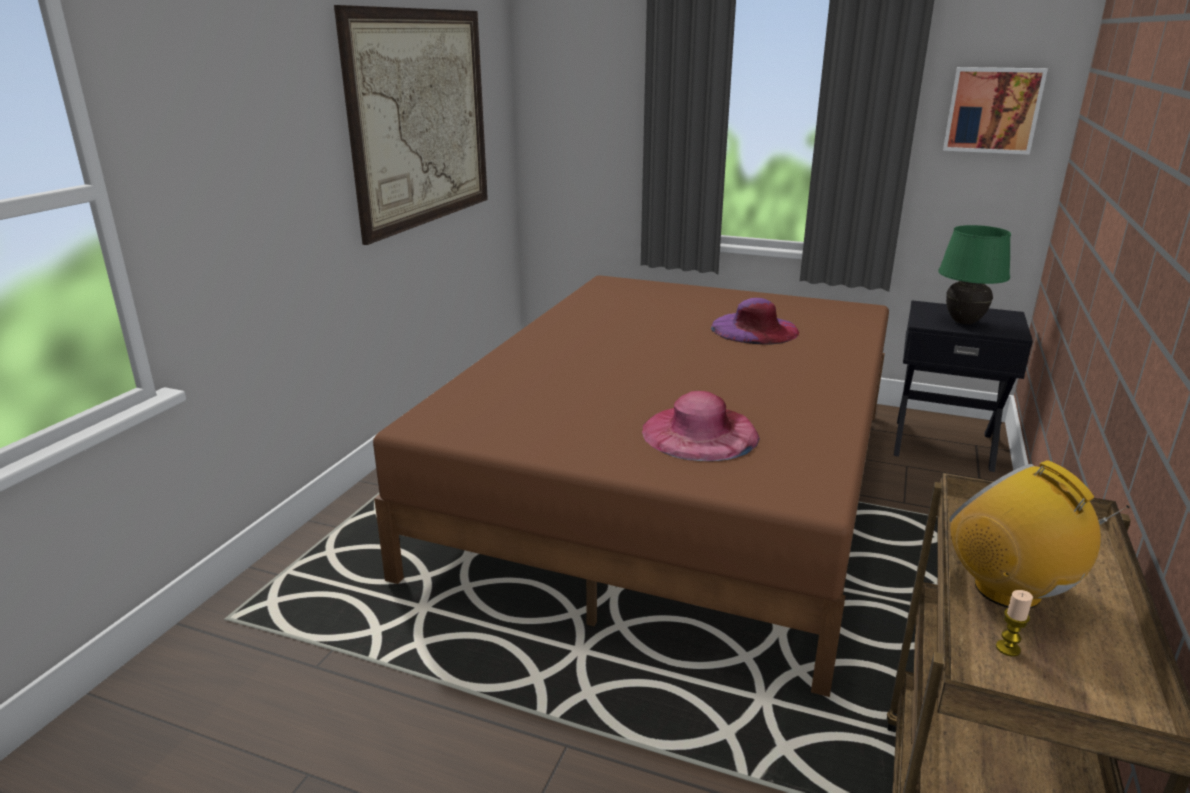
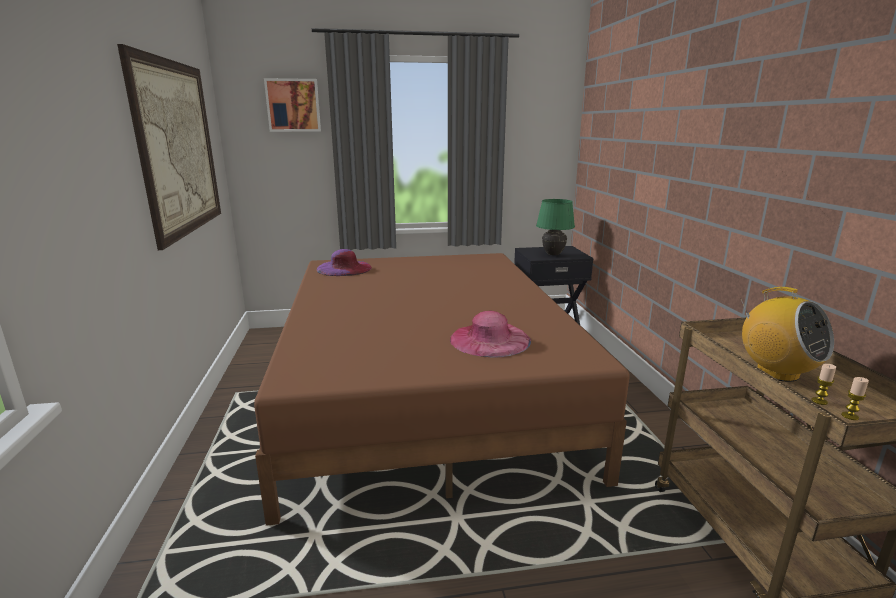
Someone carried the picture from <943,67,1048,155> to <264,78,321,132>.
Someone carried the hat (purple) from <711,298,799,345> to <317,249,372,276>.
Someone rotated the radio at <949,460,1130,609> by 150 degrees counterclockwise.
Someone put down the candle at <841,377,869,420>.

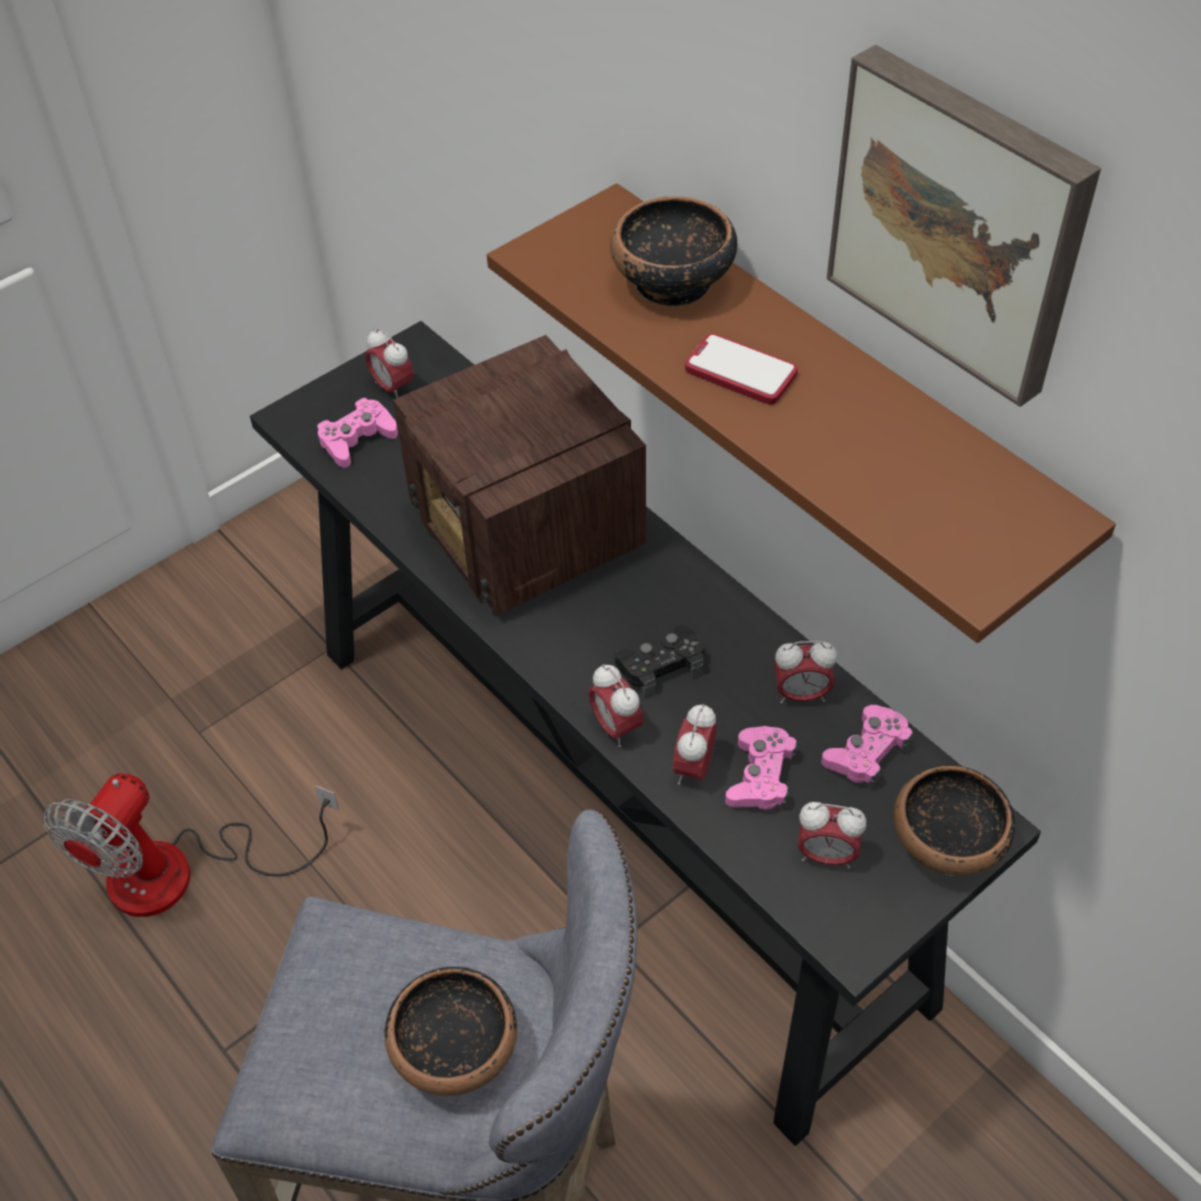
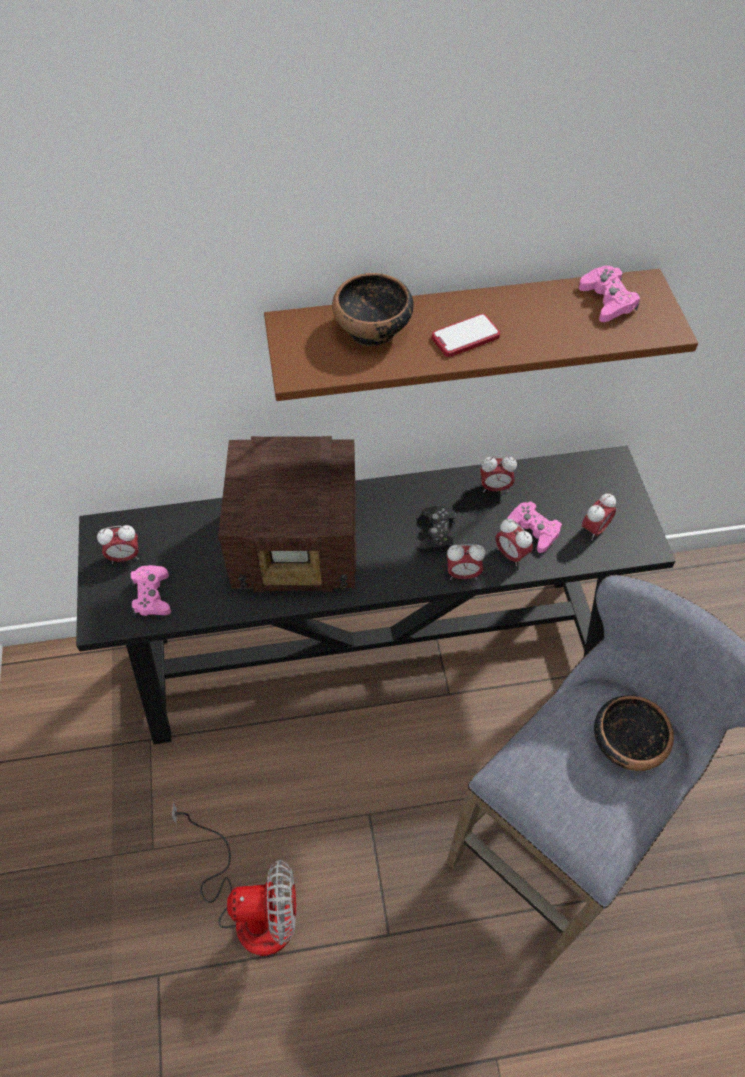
Someone took away the picture at <827,45,1101,407>.
Someone rotated the alarm clock at <774,641,837,704> by 60 degrees clockwise.
Someone carried the game controller (pink) from <821,705,913,790> to <579,266,640,322>.
Someone took away the bowl at <893,765,1015,876>.
Someone rotated the fan at <44,773,339,917> by 60 degrees counterclockwise.

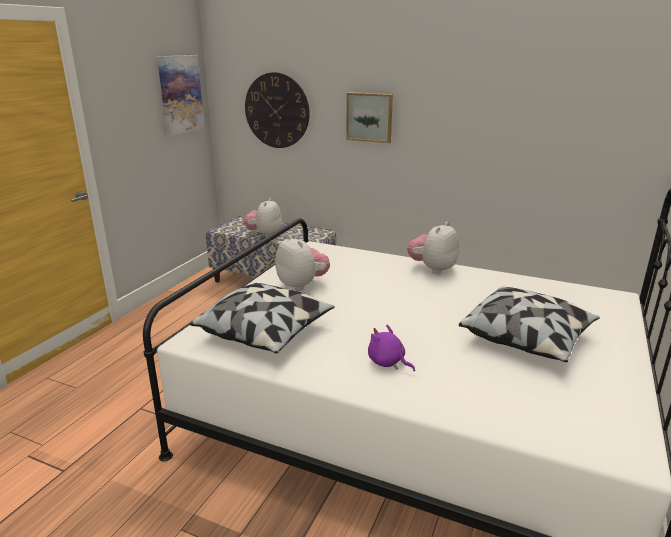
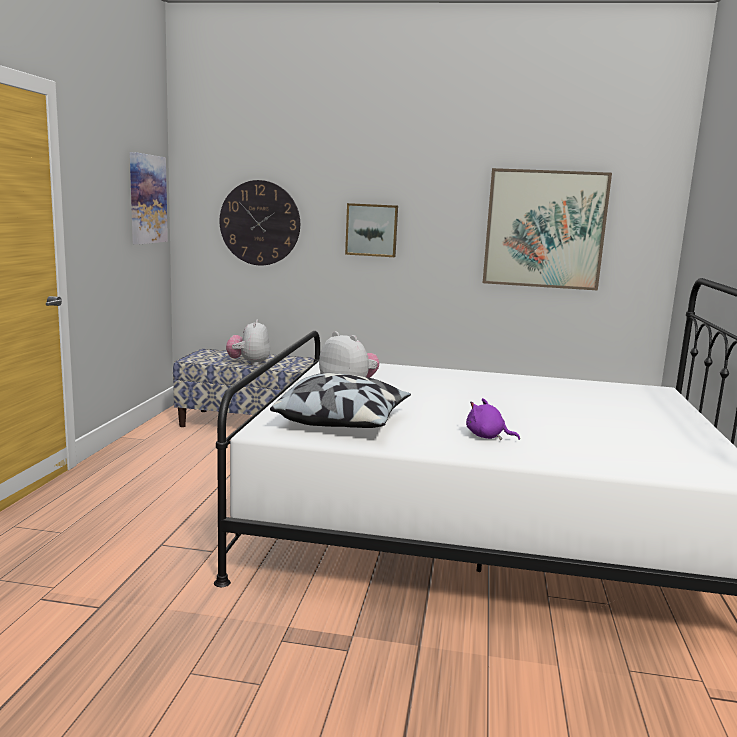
Someone took away the plush toy at <407,222,459,274>.
Someone took away the pillow at <459,287,600,362>.
Someone put up the picture at <483,168,612,290>.

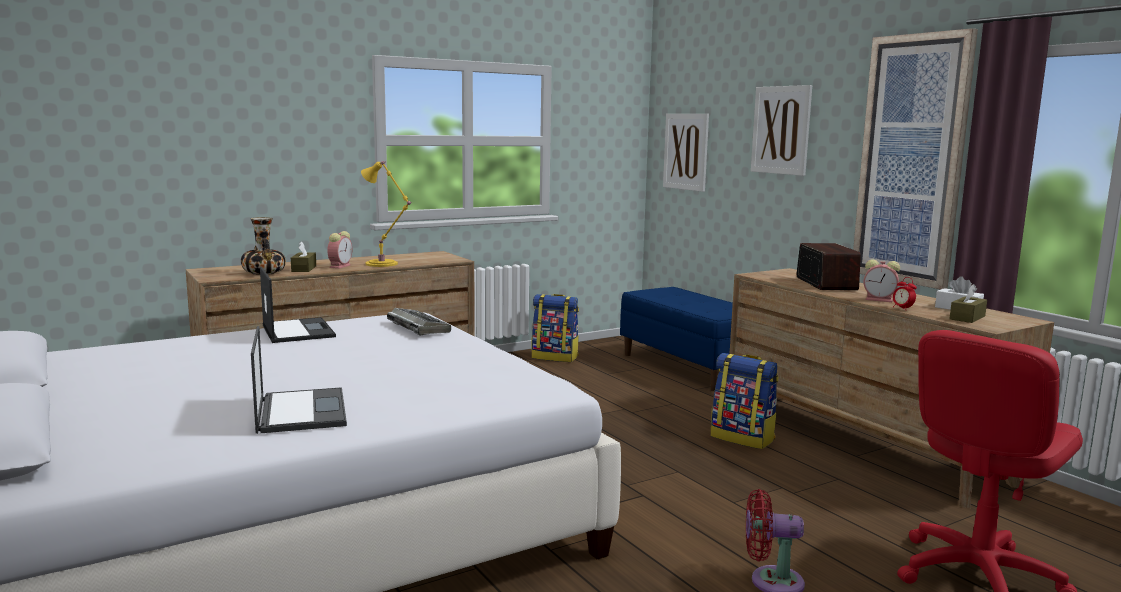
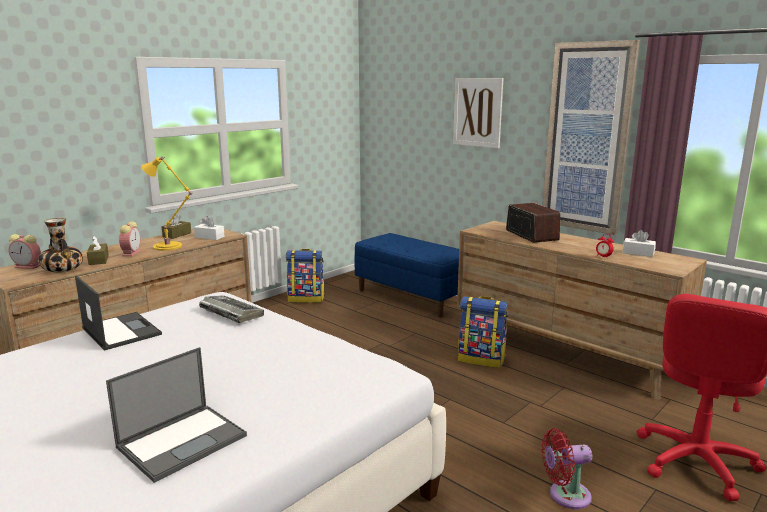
Someone took away the picture at <663,114,709,192>.
Someone carried the alarm clock from <863,259,900,302> to <9,234,41,269>.
Someone carried the tissue box (brown) from <950,284,987,323> to <161,214,191,239>.
Someone rotated the laptop at <251,326,347,434> by 75 degrees clockwise.
Someone put down the tissue box (white) at <194,216,225,240>.

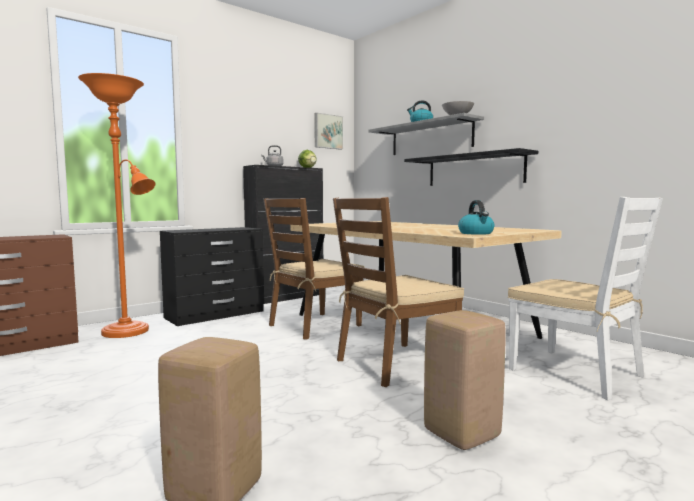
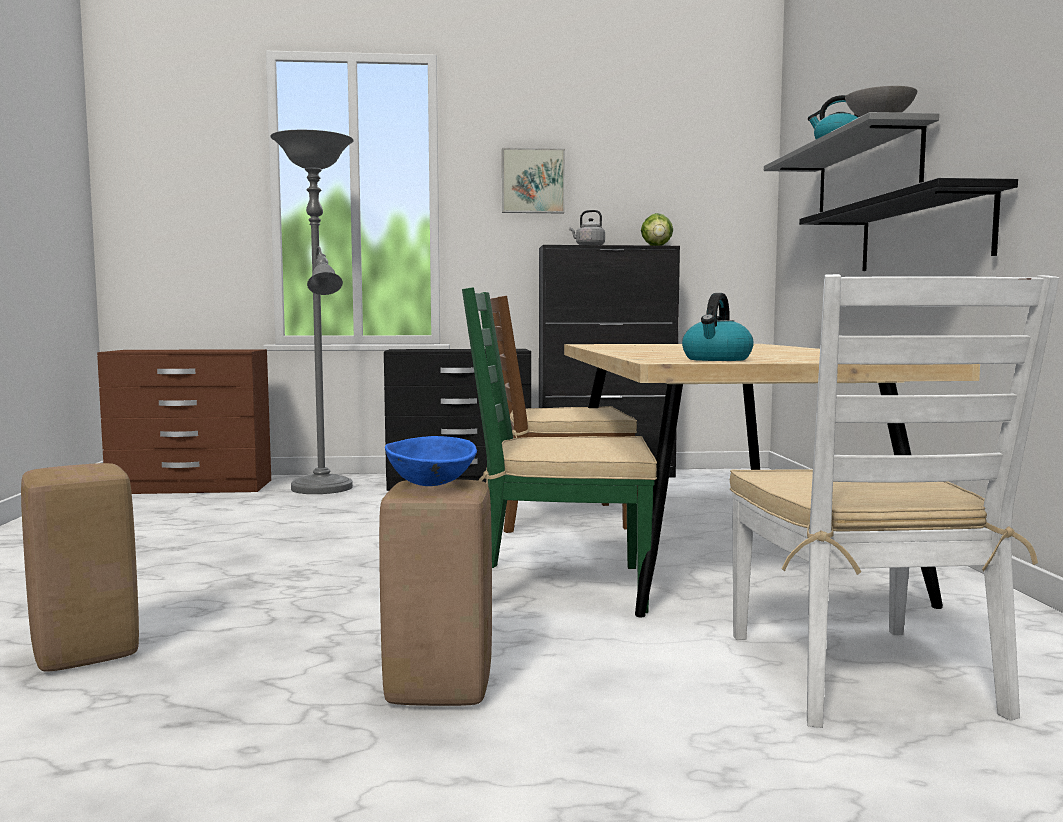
Someone repainted the floor lamp (orange) at <78,73,155,338>, which became the floor lamp (grey) at <270,130,354,494>.
Someone carried the picture from <314,113,343,150> to <502,148,565,213>.
Someone repainted the chair (brown) at <333,197,464,387>, which became the chair (green) at <462,287,657,613>.
Someone put down the bowl (blue) at <385,436,477,486>.

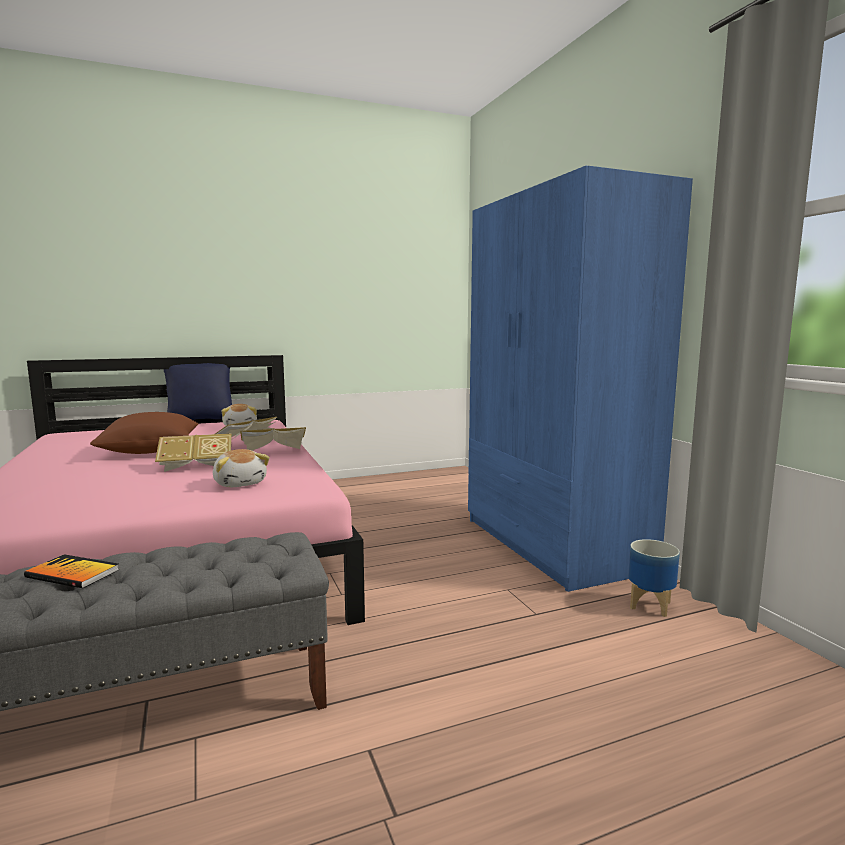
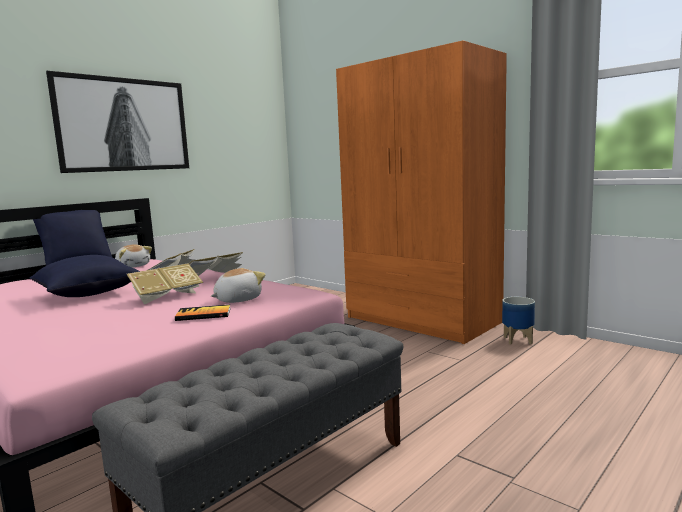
Someone repainted the wardrobe (blue) at <468,166,693,592>, which became the wardrobe (orange) at <336,40,507,344>.
Someone repainted the pillow (brown) at <90,412,198,454>, which became the pillow (blue) at <29,255,140,297>.
Someone rotated the plush toy at <213,449,270,487> by 75 degrees counterclockwise.
Someone carried the book from <24,554,119,588> to <175,305,230,321>.
Someone put up the picture at <46,71,189,173>.

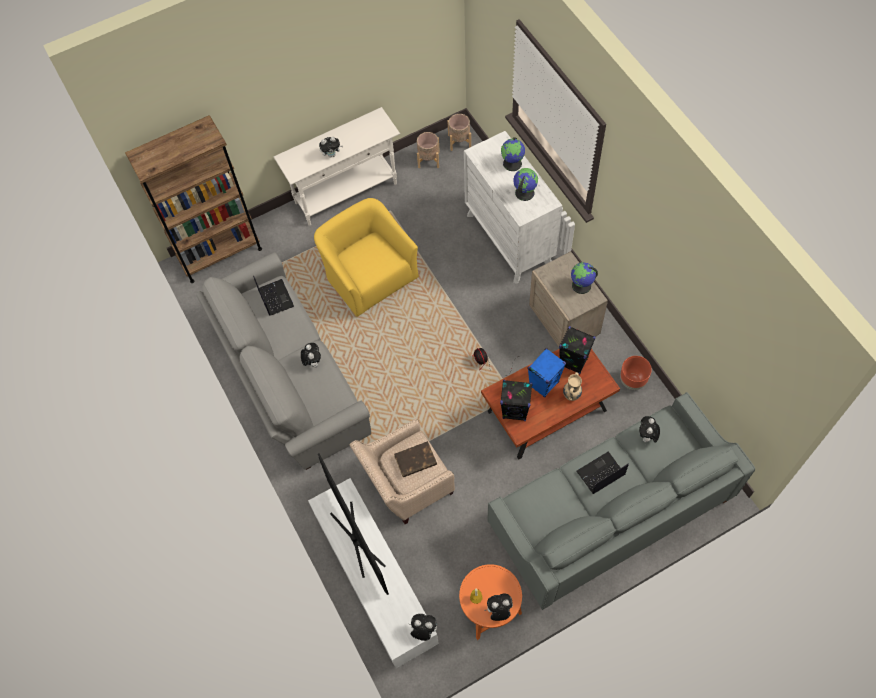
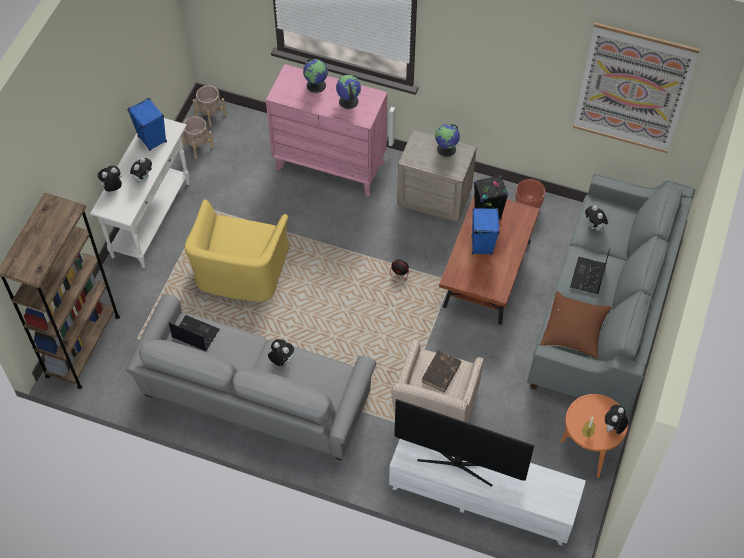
Someone repainted the dresser (white) at <464,131,562,284>, which became the dresser (pink) at <266,64,387,196>.
Someone rotated the armchair (yellow) at <314,198,419,317> by 90 degrees counterclockwise.
Someone took away the vase (beige) at <563,372,582,401>.
Someone took away the speaker (black) at <500,380,533,421>.
Someone carried the plush toy from <409,614,437,641> to <98,166,122,192>.
Someone put up the picture at <573,22,700,153>.
Someone put down the speaker (blue) at <127,98,167,151>.
Someone put down the pillow (brown) at <540,291,612,359>.

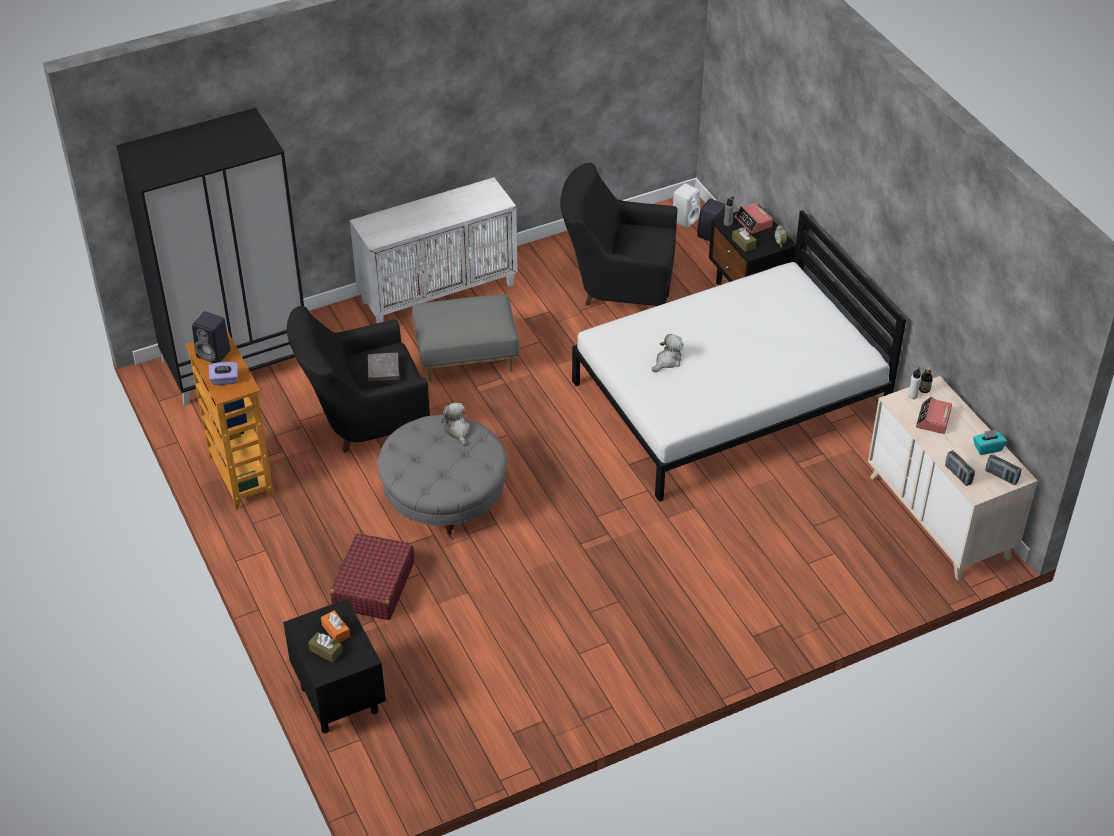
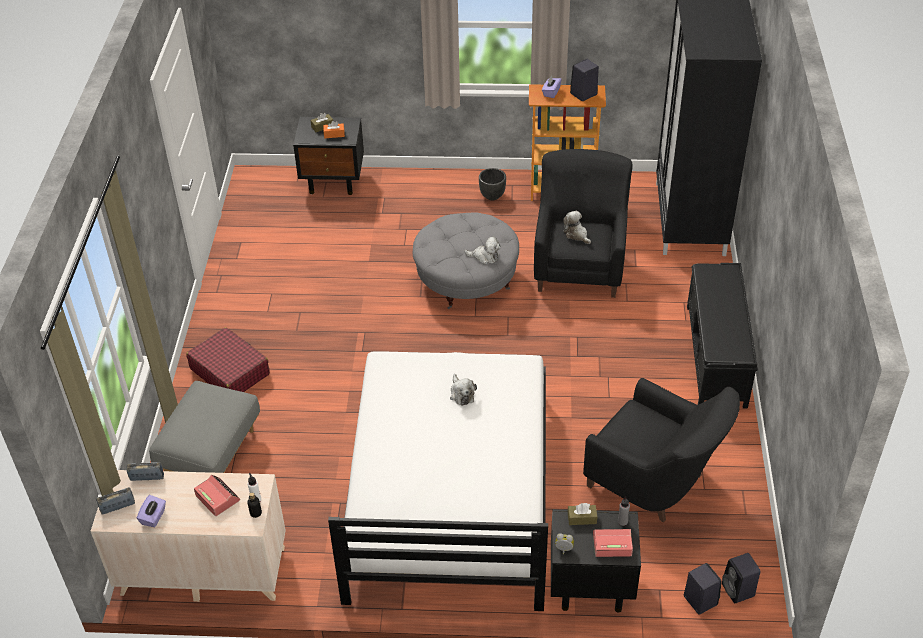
Someone rotated the armchair (black) at <560,163,677,306> by 90 degrees clockwise.
Someone swapped the cabinet (white) at <350,177,518,323> for the bench (black) at <687,263,758,409>.
Someone repainted the speaker (white) at <673,183,700,228>, which became the speaker (black) at <722,553,761,603>.
Someone carried the ottoman (grey) from <412,294,520,381> to <149,381,260,473>.
Someone swapped the book (grey) at <368,353,399,381> for the plush toy at <563,211,591,244>.
Someone repainted the tissue box (turquoise) at <973,430,1007,455>, which became the tissue box (purple) at <137,495,166,528>.
Someone carried the suitcase (red) from <330,533,414,620> to <186,327,270,392>.
Someone put down the planter (black) at <479,168,506,201>.

